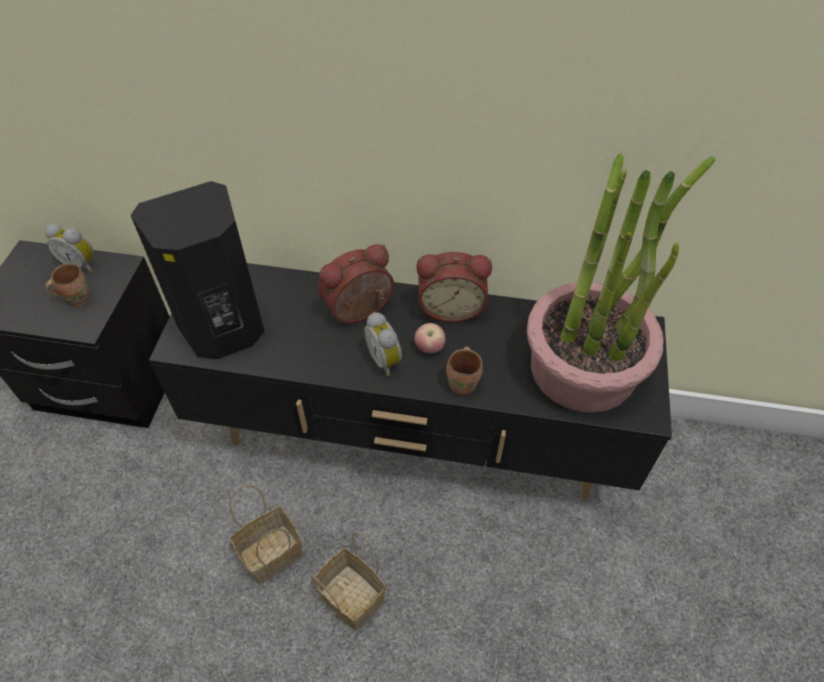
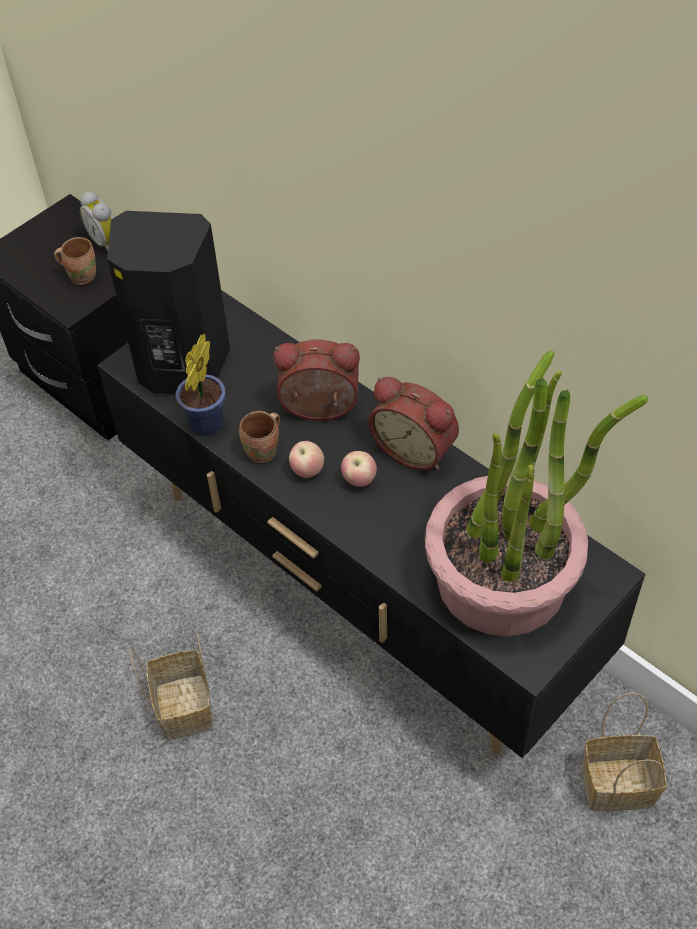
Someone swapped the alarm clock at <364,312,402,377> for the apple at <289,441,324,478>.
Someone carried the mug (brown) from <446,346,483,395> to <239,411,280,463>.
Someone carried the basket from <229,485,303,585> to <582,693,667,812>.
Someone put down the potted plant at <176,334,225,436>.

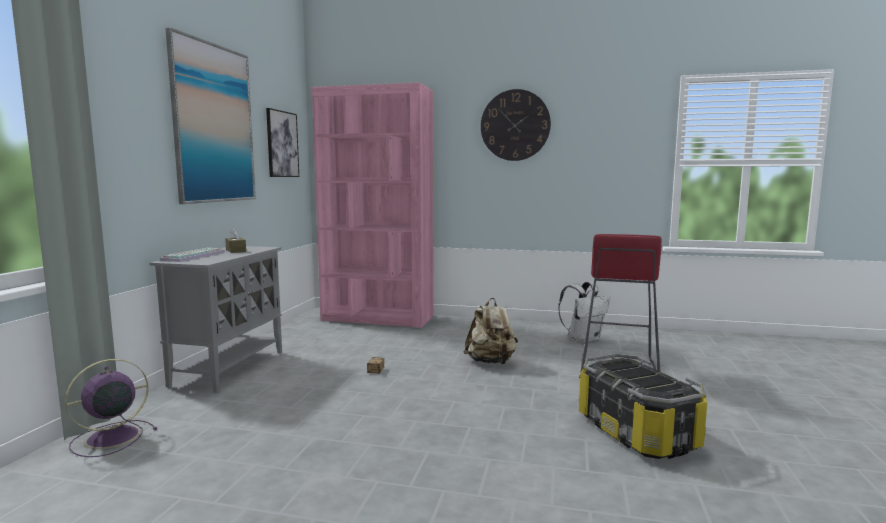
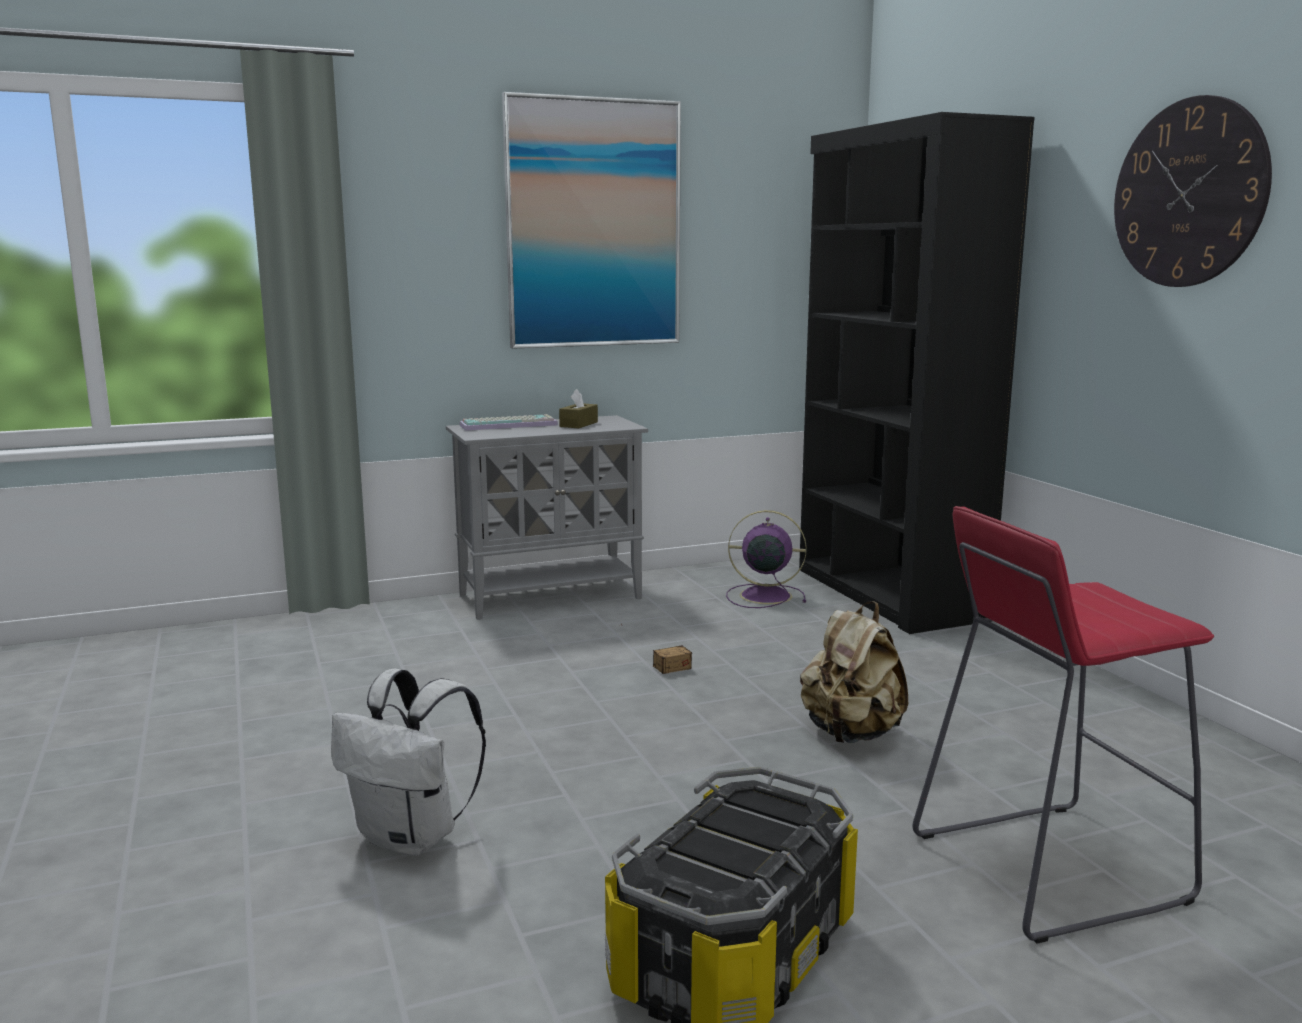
Someone repainted the bookcase (pink) at <311,82,434,328>, which became the bookcase (black) at <799,112,1035,634>.
Someone took away the picture at <266,108,299,177>.
Someone carried the backpack (white) from <558,282,610,343> to <331,669,486,856>.
Someone carried the fan (purple) from <65,359,157,457> to <726,510,807,608>.

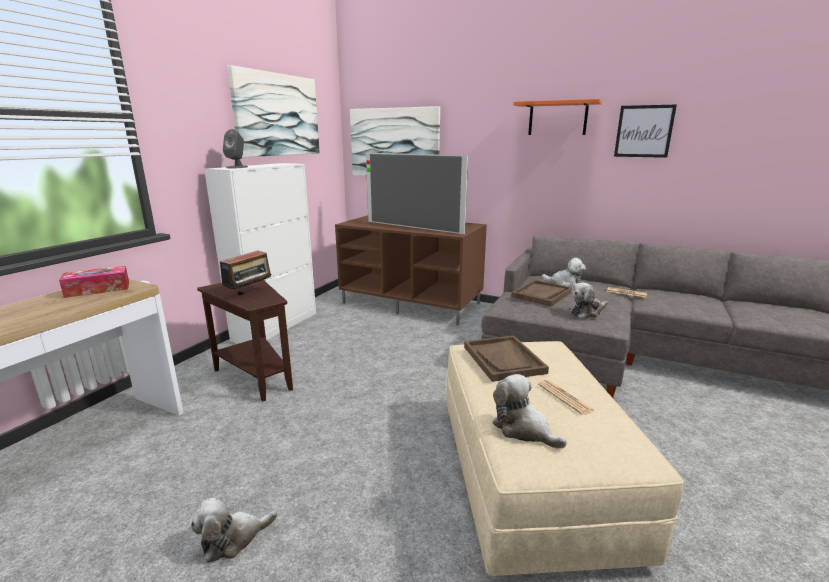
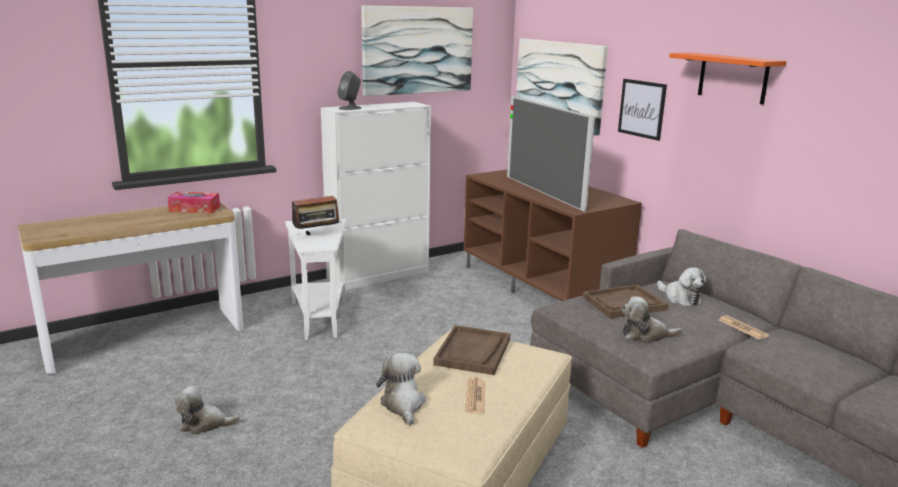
Someone carried the picture from <614,104,677,158> to <618,79,667,141>.
Someone repainted the side table (brown) at <197,280,293,402>, which became the side table (white) at <285,219,346,340>.

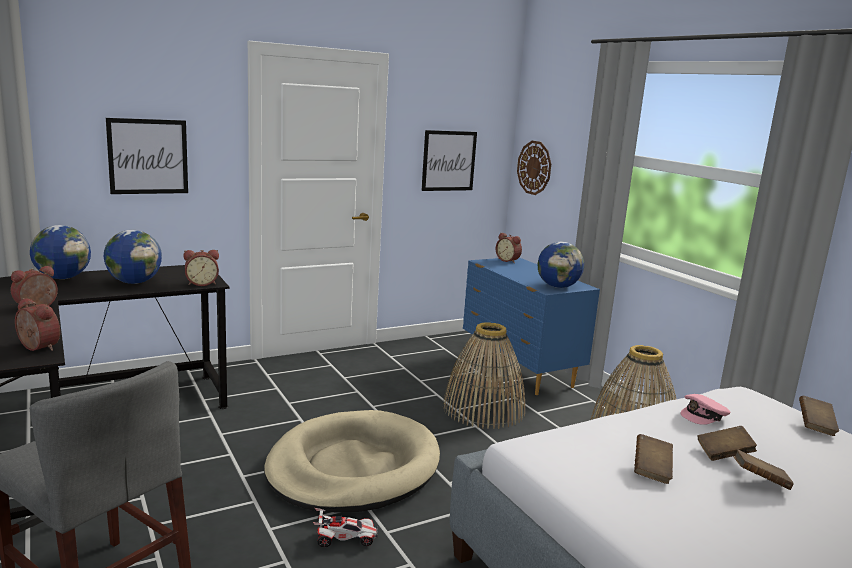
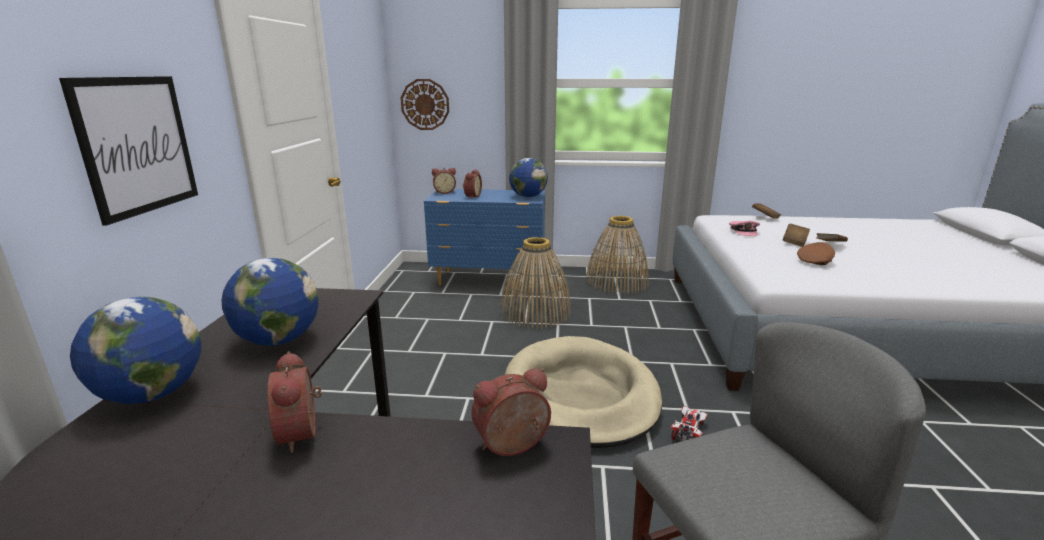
Someone took away the picture at <421,130,477,191>.
Someone carried the alarm clock from <183,250,219,286> to <463,169,482,199>.
Someone swapped the book (brown) at <634,434,673,484> for the cap (brown) at <797,242,835,265>.

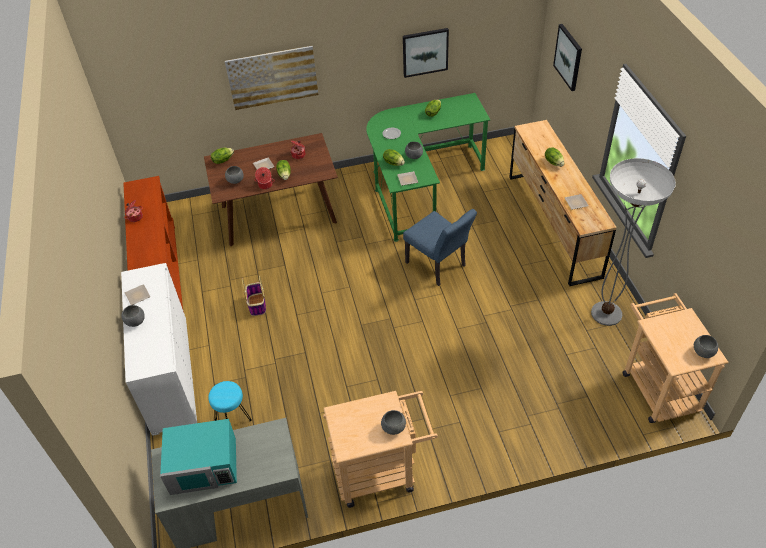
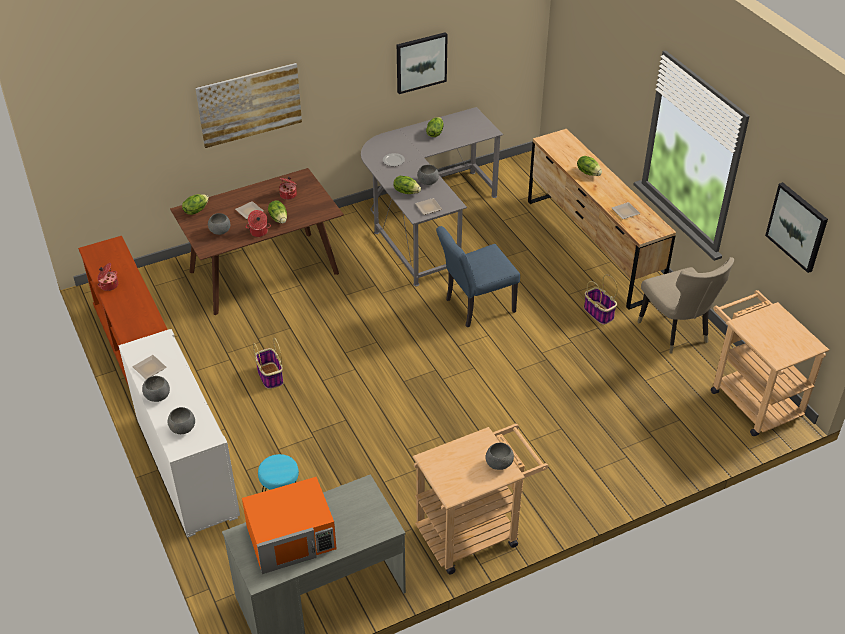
Someone carried the picture from <553,24,582,91> to <765,182,828,273>.
Someone repainted the desk (green) at <366,93,490,242>, which became the desk (grey) at <361,107,503,286>.
Someone swapped the floor lamp at <591,158,676,326> for the chair (beige) at <638,257,734,354>.
Someone rotated the chair (blue) at <403,209,477,286> by 120 degrees clockwise.
Someone carried the bowl (grey) from <694,335,718,358> to <168,407,195,434>.
Someone repainted the microwave (turquoise) at <160,419,237,495>, which became the microwave (orange) at <242,477,337,574>.
Someone put down the basket at <584,274,618,325>.

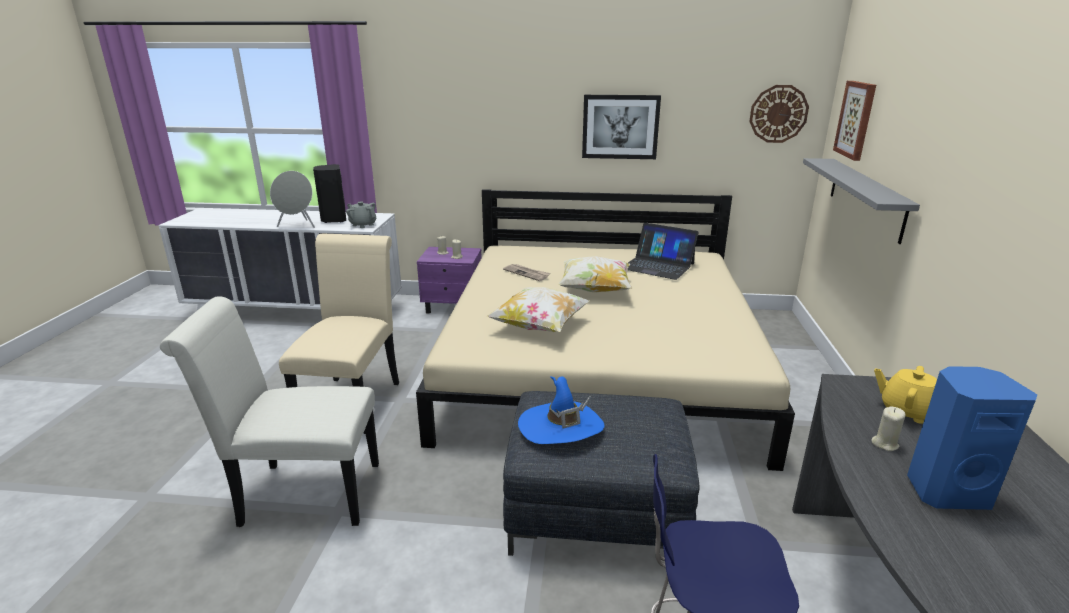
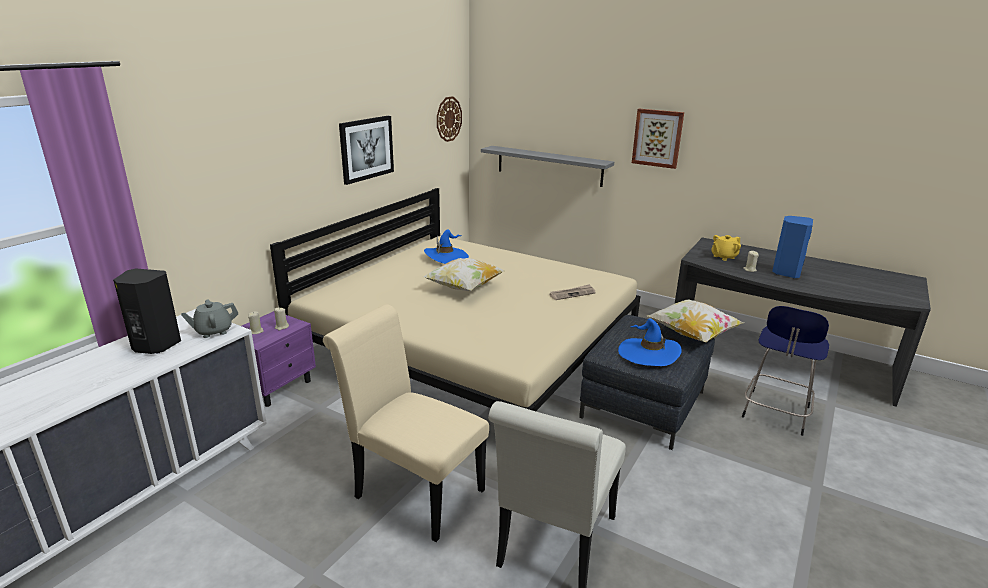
Someone carried the picture from <833,81,876,161> to <632,109,684,169>.
Someone took away the speaker (grey) at <270,171,315,228>.
Someone swapped the laptop at <627,223,699,280> for the hat (blue) at <424,230,469,264>.
Someone carried the newspaper from <503,264,550,281> to <549,284,596,300>.
Someone carried the pillow from <487,287,590,332> to <648,300,744,342>.

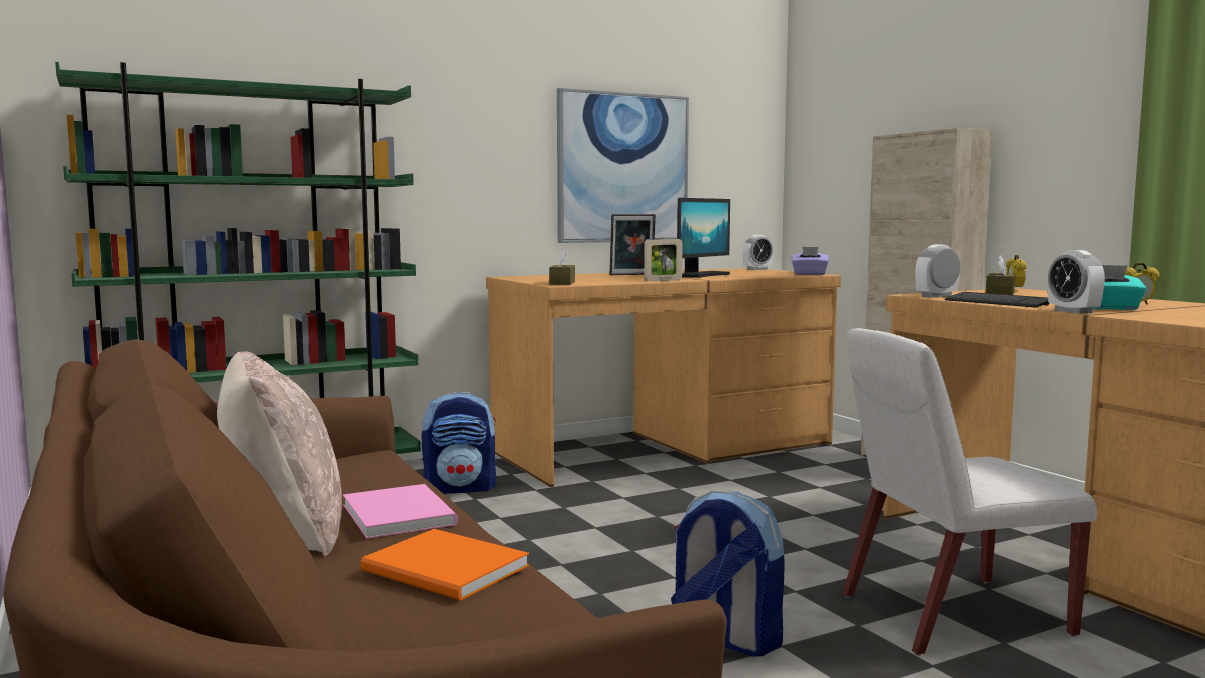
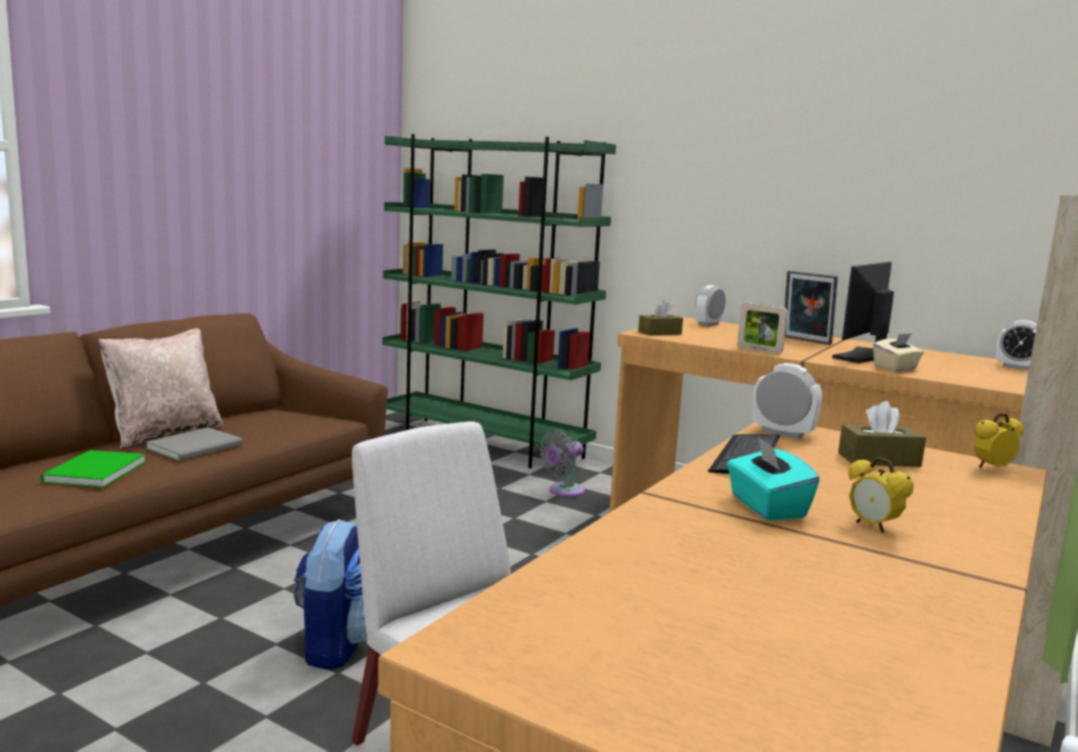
Someone took away the picture at <557,88,689,243>.
Someone rotated the monitor at <677,198,730,278> by 120 degrees clockwise.
Someone took away the tissue box (purple) at <792,246,829,275>.
Someone carried the alarm clock from <1048,250,1105,314> to <695,285,726,326>.
Someone swapped the backpack at <422,392,496,494> for the fan (grey) at <539,429,585,497>.
Someone repainted the book (pink) at <343,484,458,539>, which became the book (grey) at <146,427,242,461>.
Someone repainted the book (orange) at <360,529,529,600>, which became the book (green) at <41,450,146,487>.
Someone put down the tissue box (beige) at <873,333,924,372>.

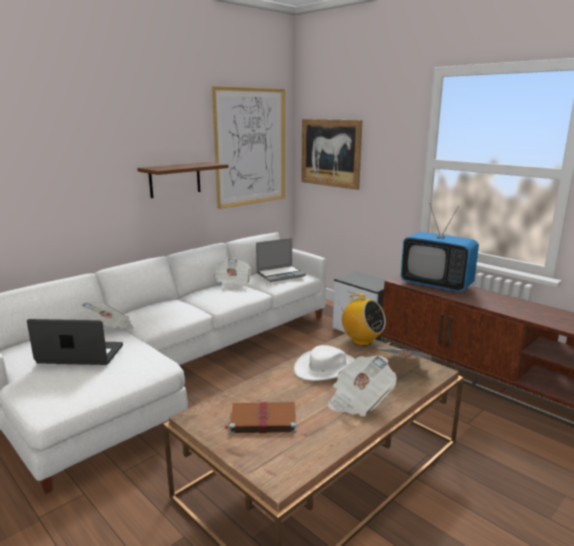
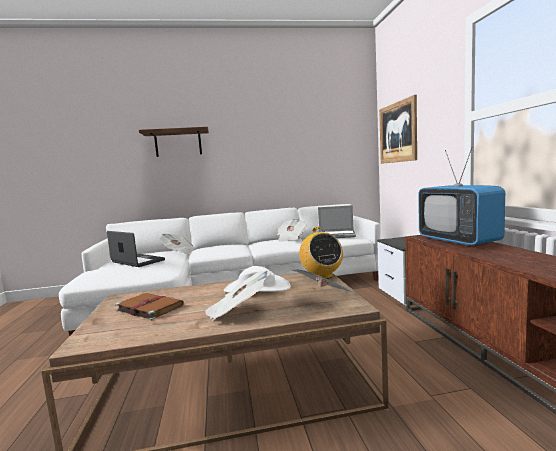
Someone took away the picture at <212,86,285,209>.
Someone carried the shelf (brown) from <137,162,229,198> to <139,127,209,157>.

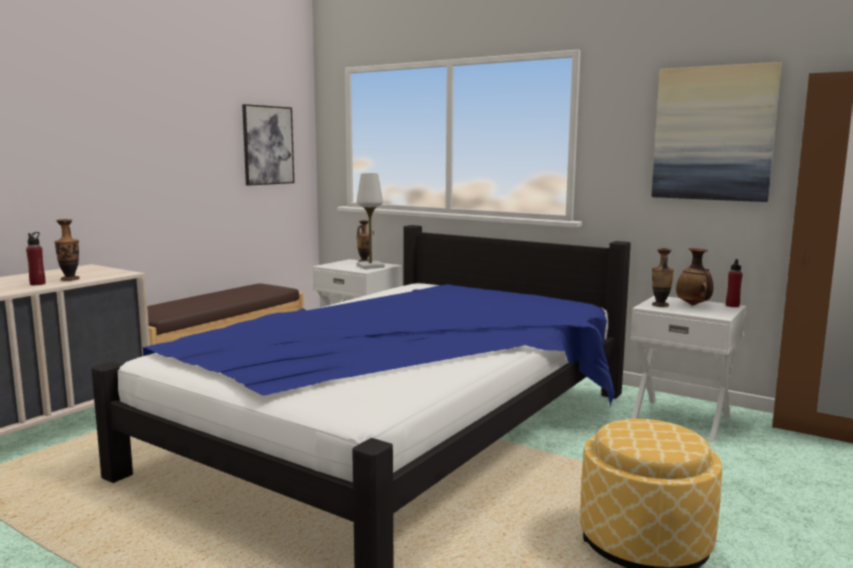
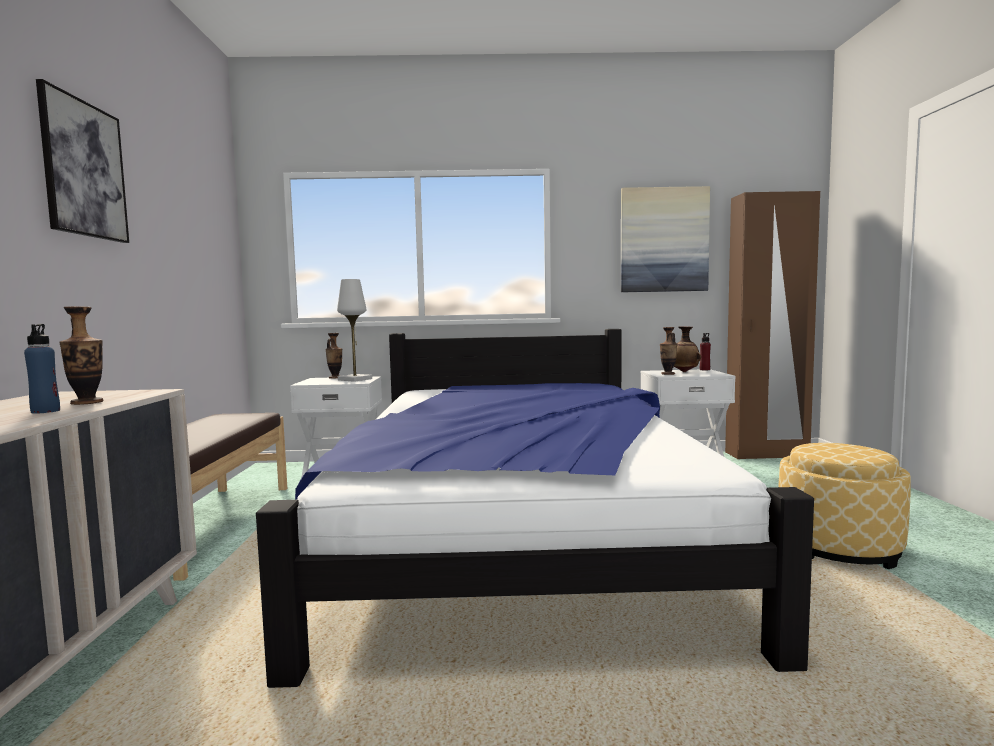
Someone carried the picture from <242,104,294,186> to <36,79,129,243>.
Someone repainted the bottle (red) at <26,232,46,285>, which became the bottle (blue) at <24,324,60,414>.

